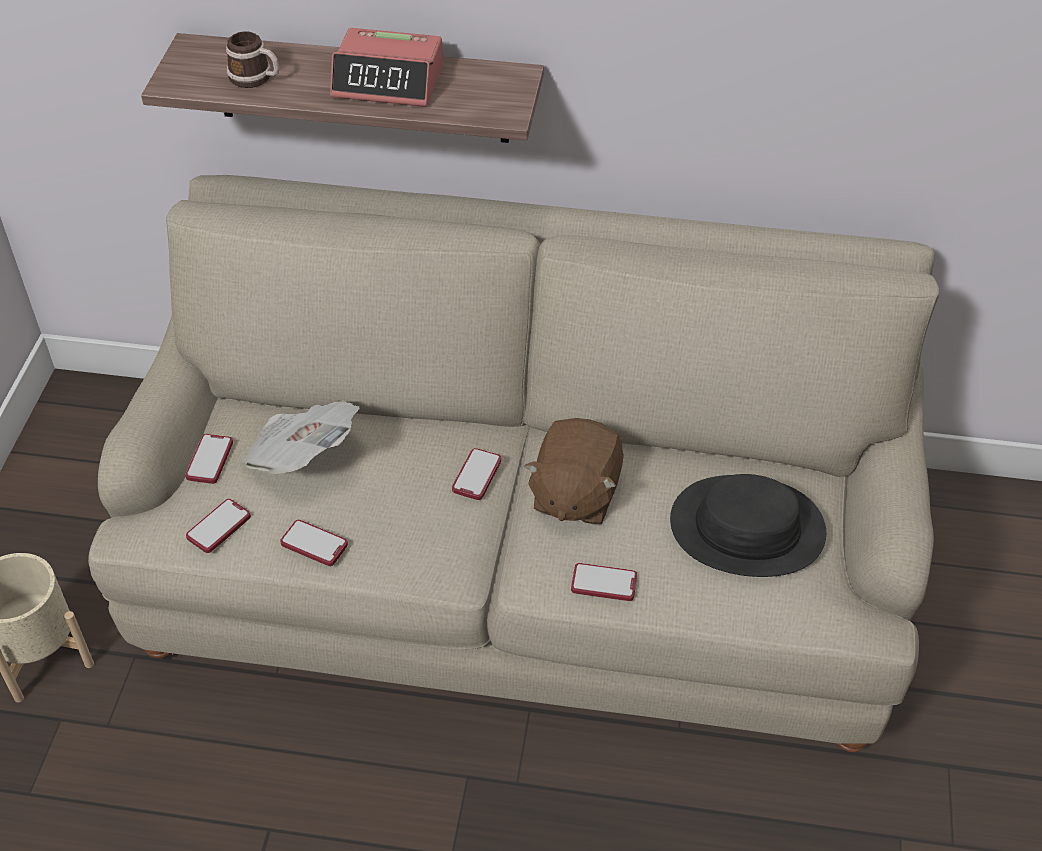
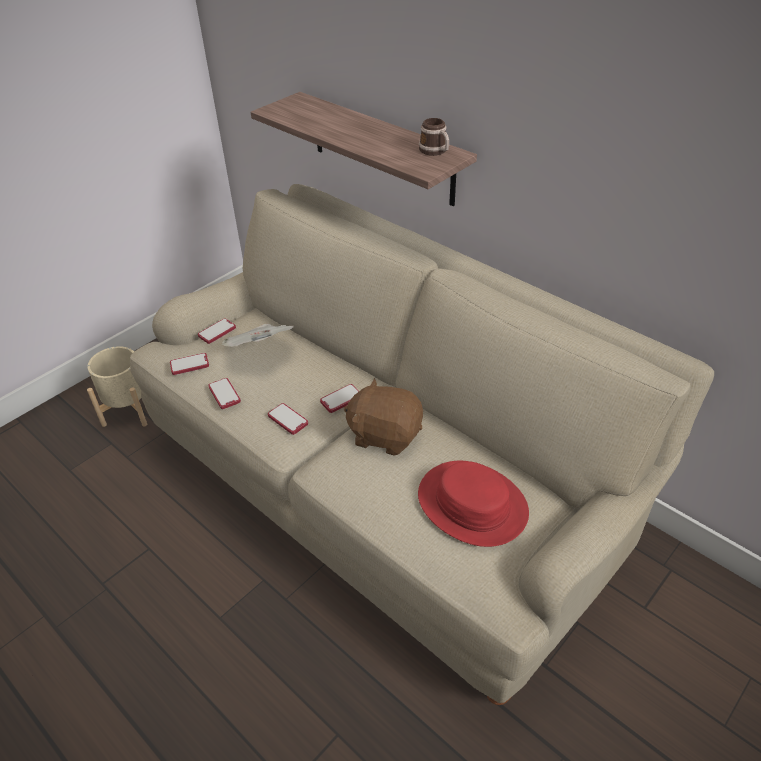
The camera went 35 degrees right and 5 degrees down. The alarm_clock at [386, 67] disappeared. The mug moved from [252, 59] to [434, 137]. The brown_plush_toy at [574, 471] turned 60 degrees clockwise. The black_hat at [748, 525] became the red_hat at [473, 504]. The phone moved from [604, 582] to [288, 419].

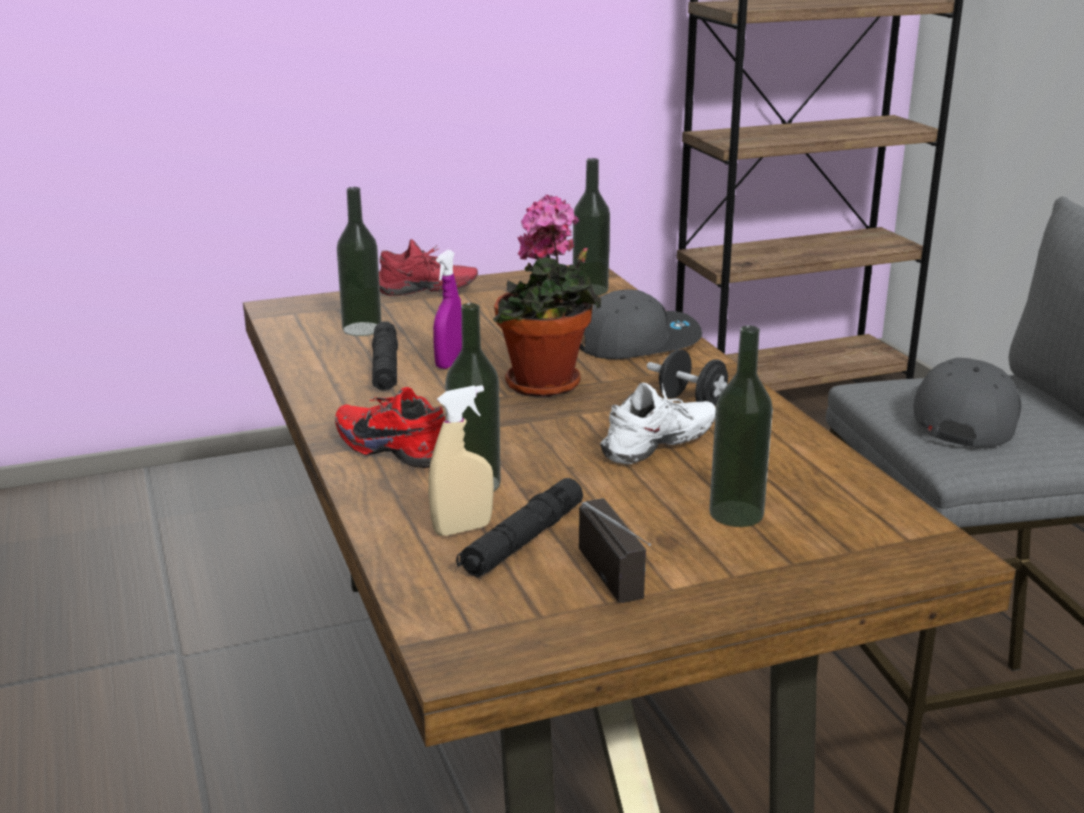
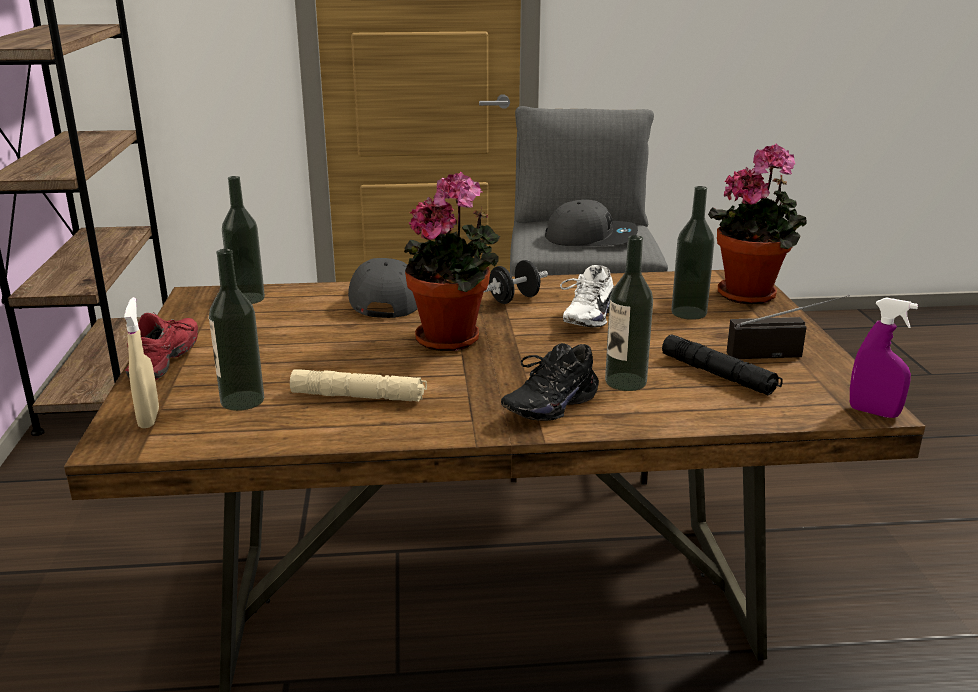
The camera went 75 degrees left and 0 degrees up. The purple_spray_bottle moved from [447, 309] to [884, 358]. The black_flashlight at [385, 355] became the beige_flashlight at [358, 385]. The grey_cap at [967, 402] turned 150 degrees clockwise. The white_shoe at [658, 423] turned 135 degrees counterclockwise. The beige_spray_bottle moved from [461, 460] to [141, 362]. The red_shoe at [390, 427] became the black_shoe at [550, 382]. The potted_plant at [757, 223] appeared.

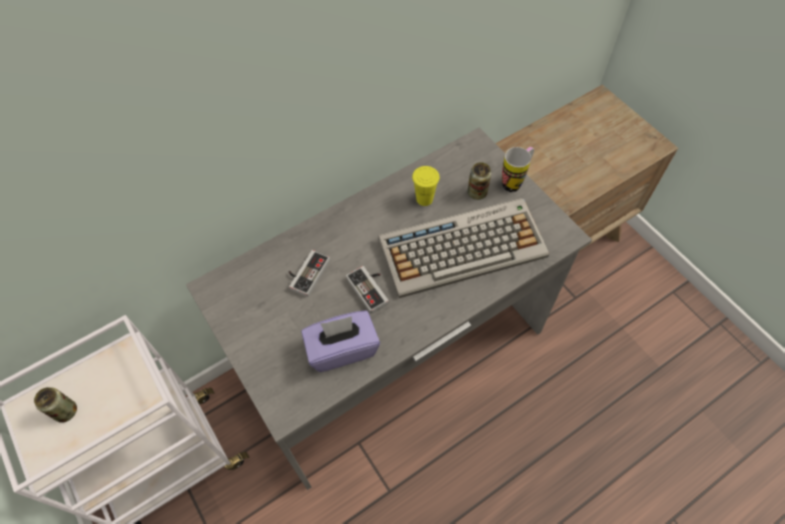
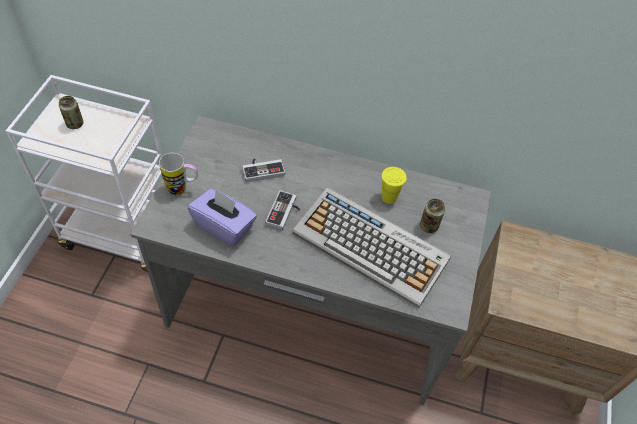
The camera went 45 degrees right and 5 degrees down. The mug moved from [518, 169] to [178, 174].

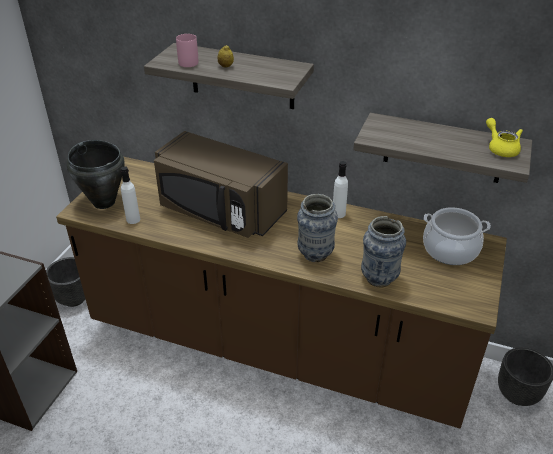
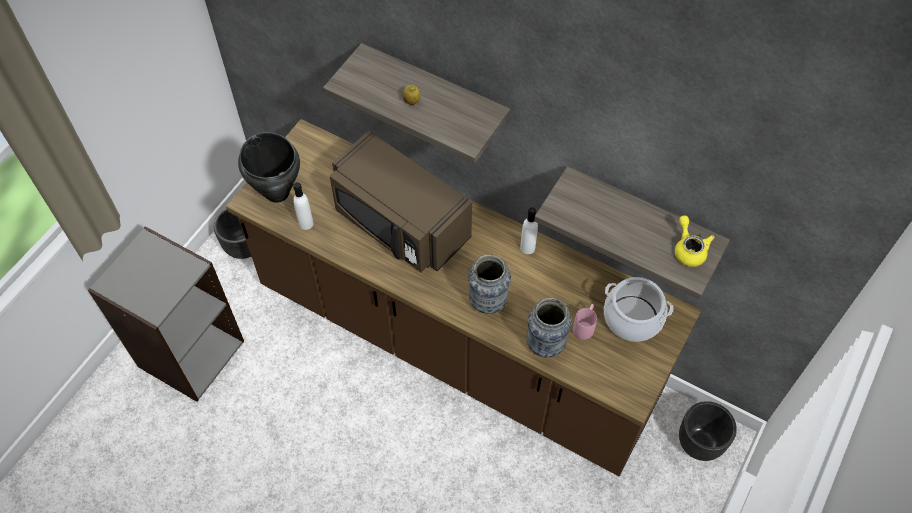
The camera went 10 degrees right and 20 degrees up. The pink_mug moved from [187, 50] to [585, 322].

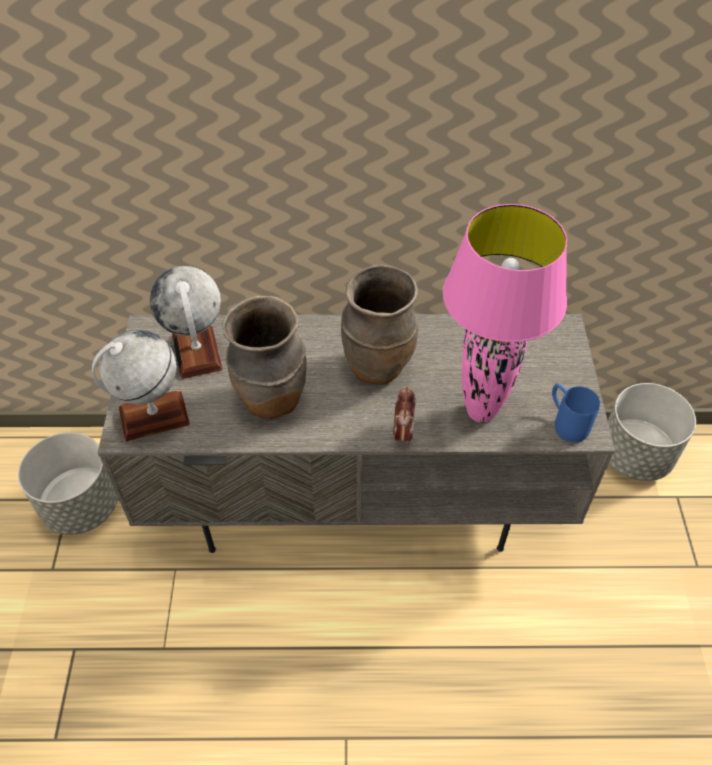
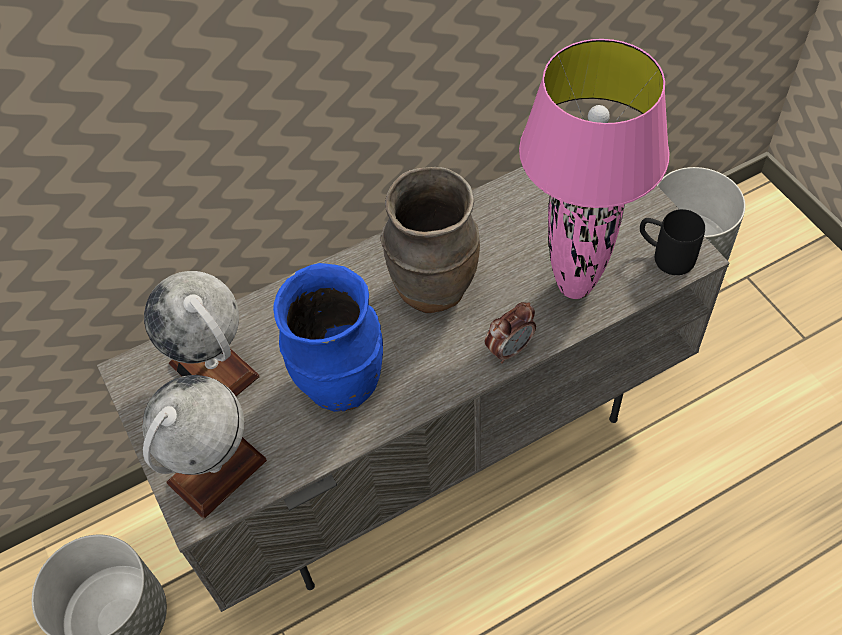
The camera went 25 degrees left and 5 degrees up. The brown_vase at [264, 357] became the blue_vase at [328, 337]. The blue_mug at [576, 413] became the black_mug at [672, 242]. The alarm_clock at [404, 416] turned 75 degrees clockwise.

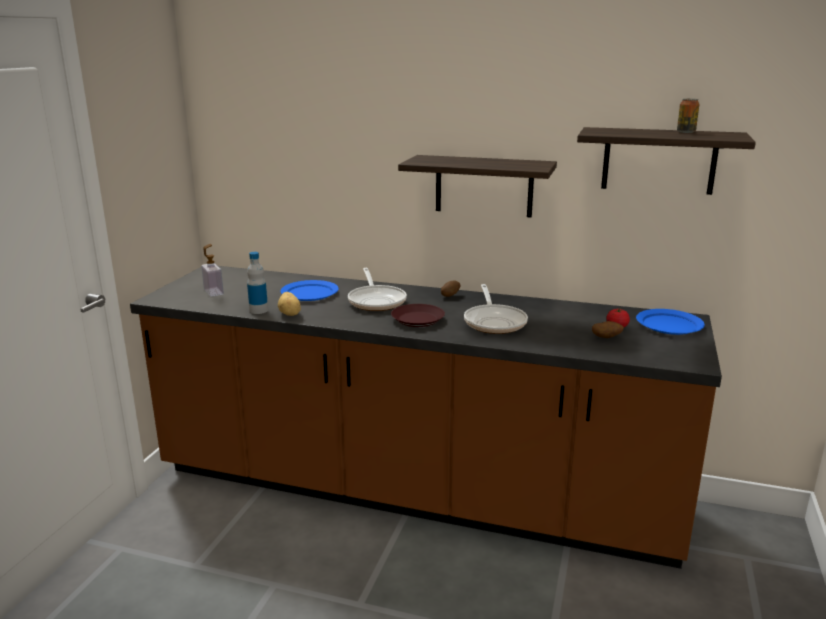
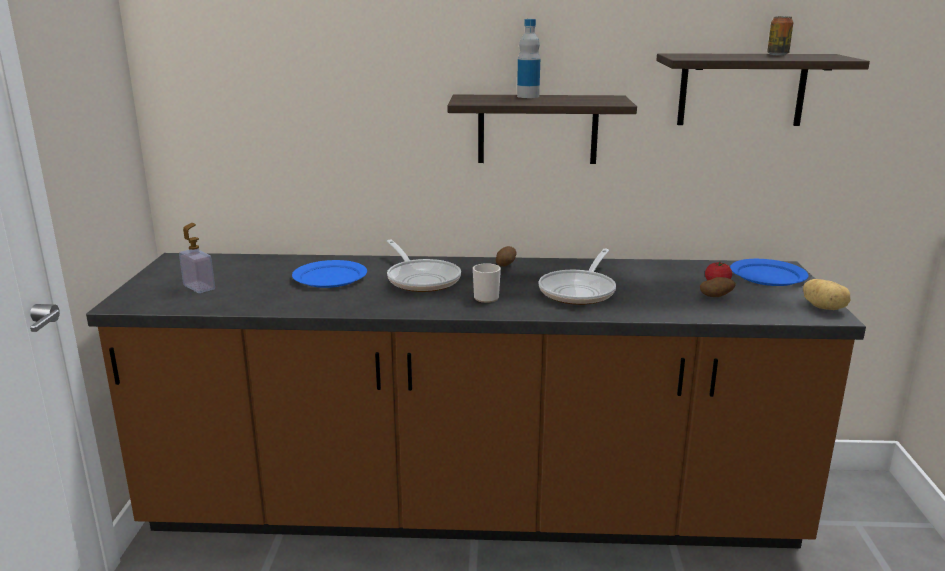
The camera went 15 degrees left and 0 degrees up. The bottle moved from [257, 283] to [528, 58]. The frying_pan at [496, 309] turned 45 degrees clockwise. The potato moved from [289, 304] to [826, 294]. The brown_plate at [418, 315] was replaced by the mug at [487, 283].

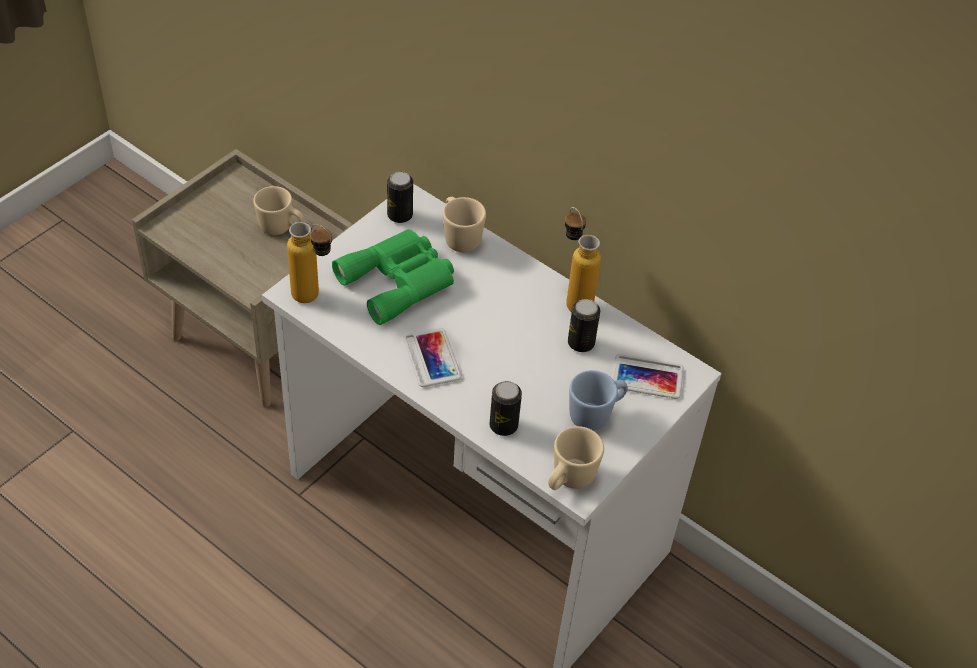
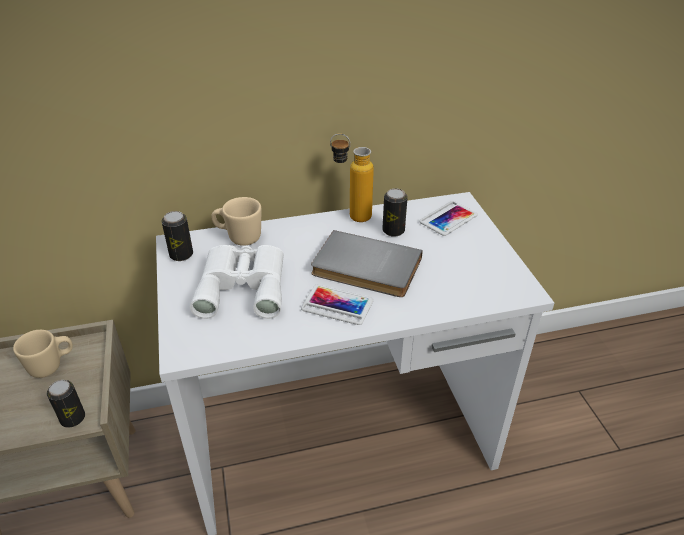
The camera went 50 degrees left and 10 degrees down. The bottle at [309, 262] disappeared. The green_binoculars at [393, 277] became the white_binoculars at [237, 282]. The blue_mug at [598, 400] disappeared. The can moved from [505, 408] to [66, 403]. The beige_mug at [576, 458] disappeared. The grey_book at [367, 263] appeared.

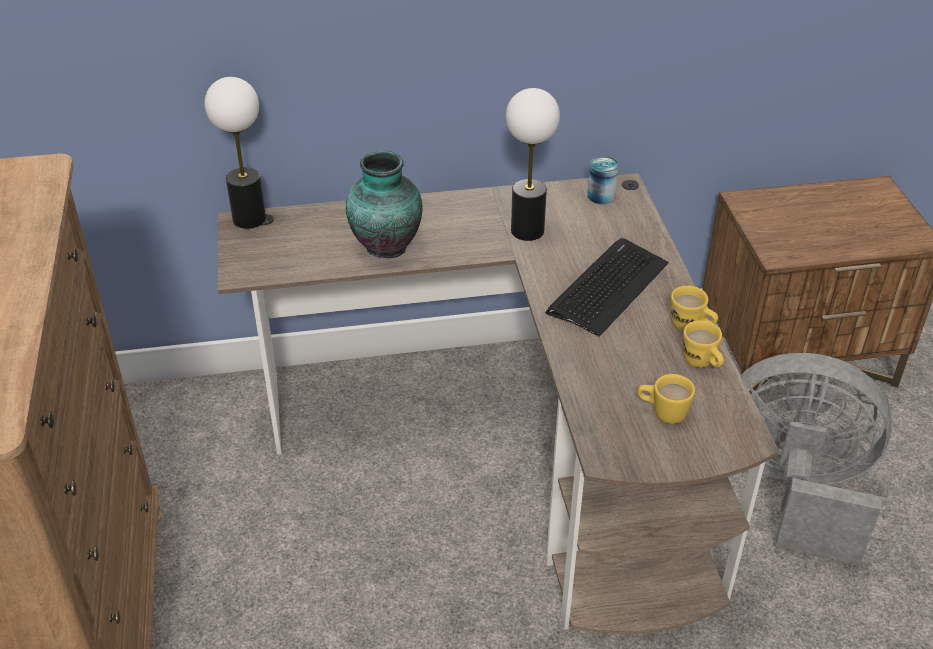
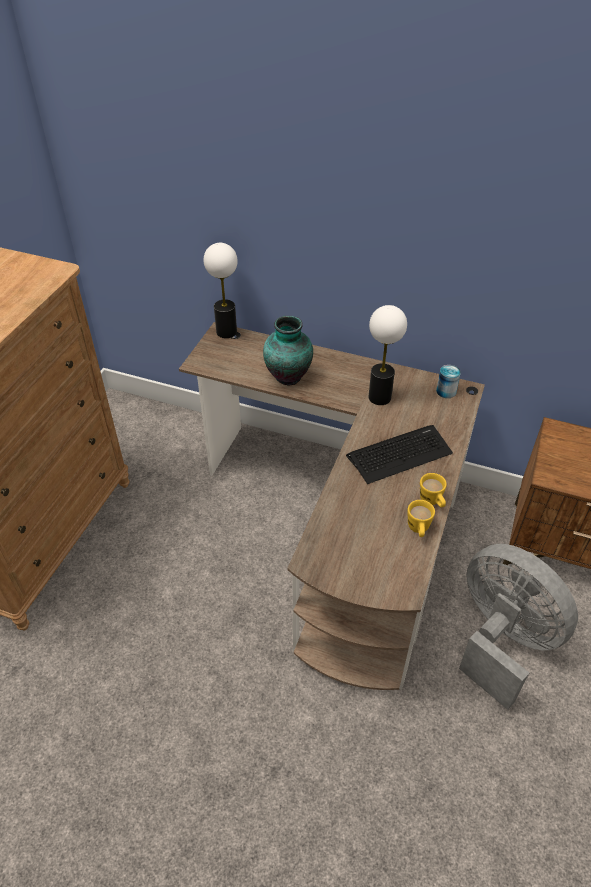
The camera went 30 degrees right and 5 degrees up. The yellow_mug at [666, 399] disappeared.

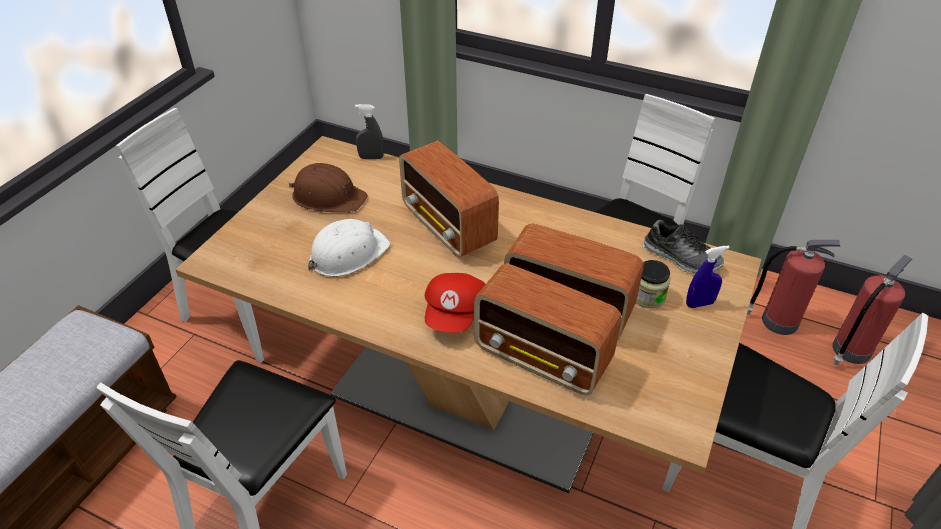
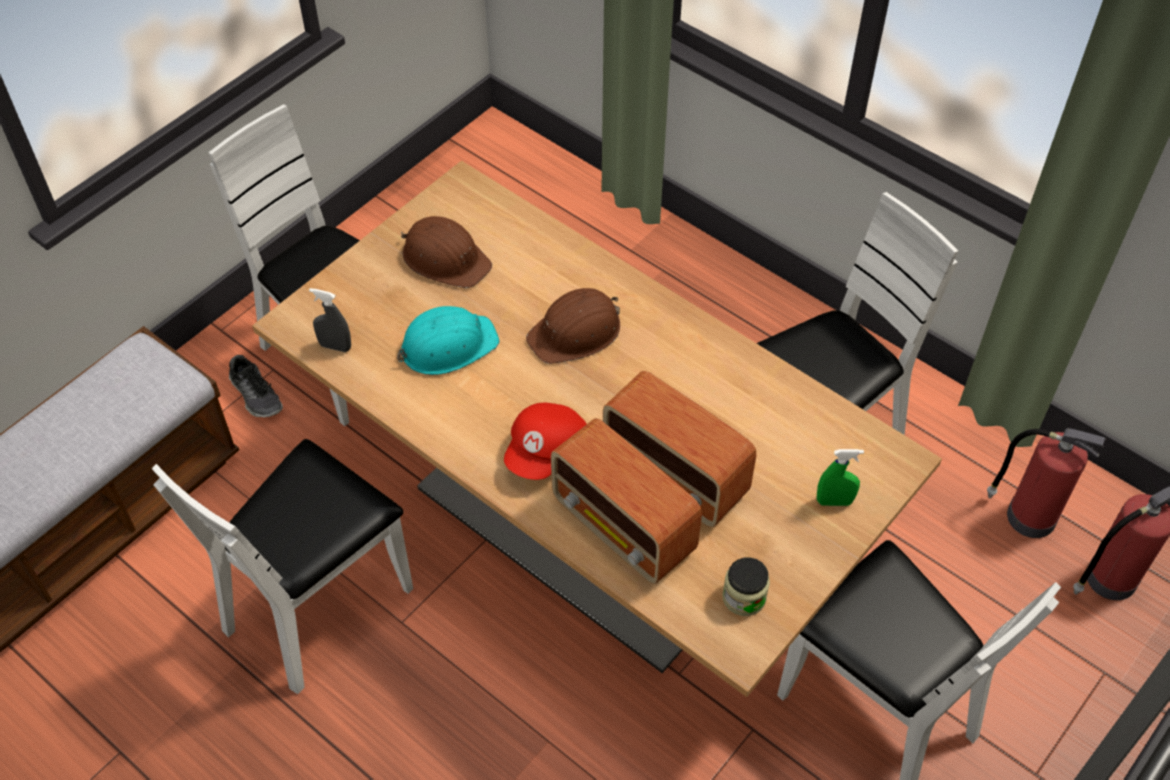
The camera went 15 degrees right and 10 degrees up. The grey_spray_bottle moved from [369, 131] to [330, 320]. The radio at [449, 199] was replaced by the brown_hard_hat at [573, 326]. The white_hard_hat at [349, 248] became the turquoise_hard_hat at [447, 340]. The shoe moved from [683, 247] to [256, 386]. The blue_spray_bottle at [708, 277] became the green_spray_bottle at [840, 477]. The jar moved from [653, 284] to [746, 586].

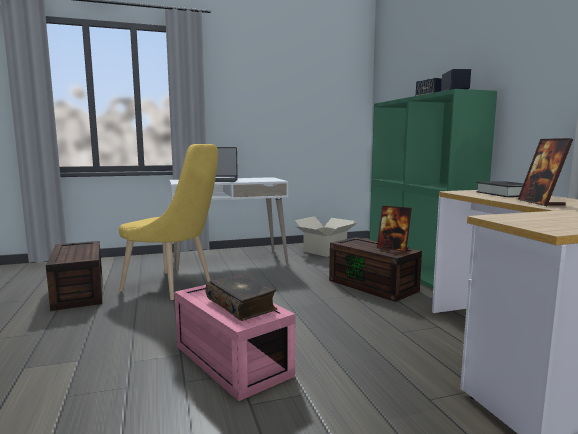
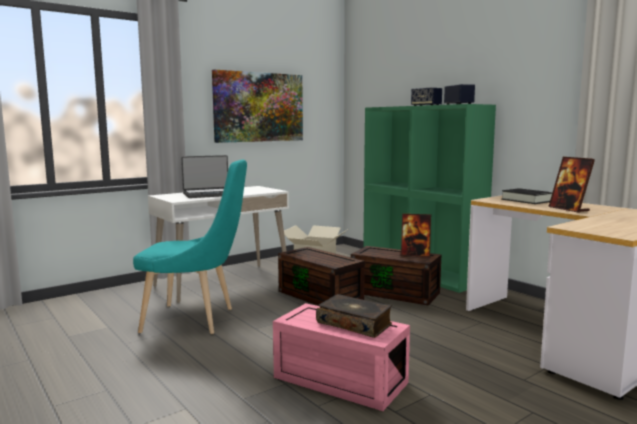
The camera went 20 degrees left and 0 degrees up. The yellow_chair at [168, 222] became the turquoise_chair at [190, 246]. The brown_storage_box moved from [74, 276] to [321, 276]. The picture at [257, 106] appeared.

